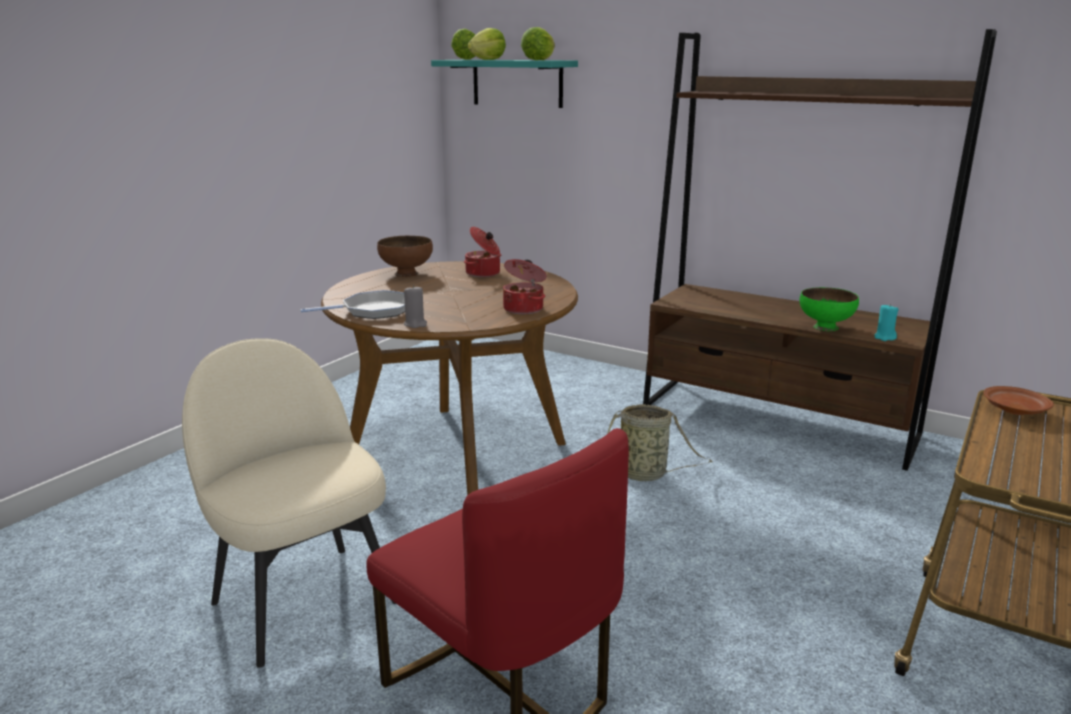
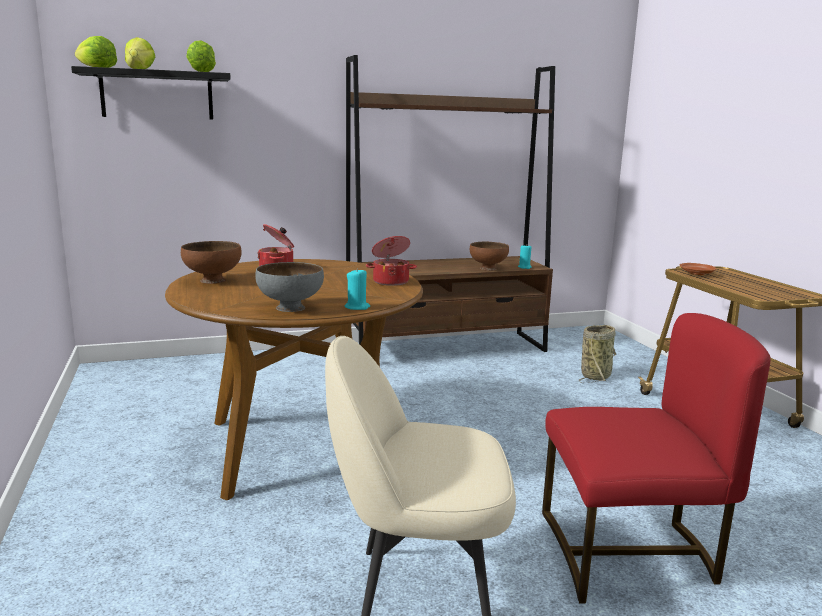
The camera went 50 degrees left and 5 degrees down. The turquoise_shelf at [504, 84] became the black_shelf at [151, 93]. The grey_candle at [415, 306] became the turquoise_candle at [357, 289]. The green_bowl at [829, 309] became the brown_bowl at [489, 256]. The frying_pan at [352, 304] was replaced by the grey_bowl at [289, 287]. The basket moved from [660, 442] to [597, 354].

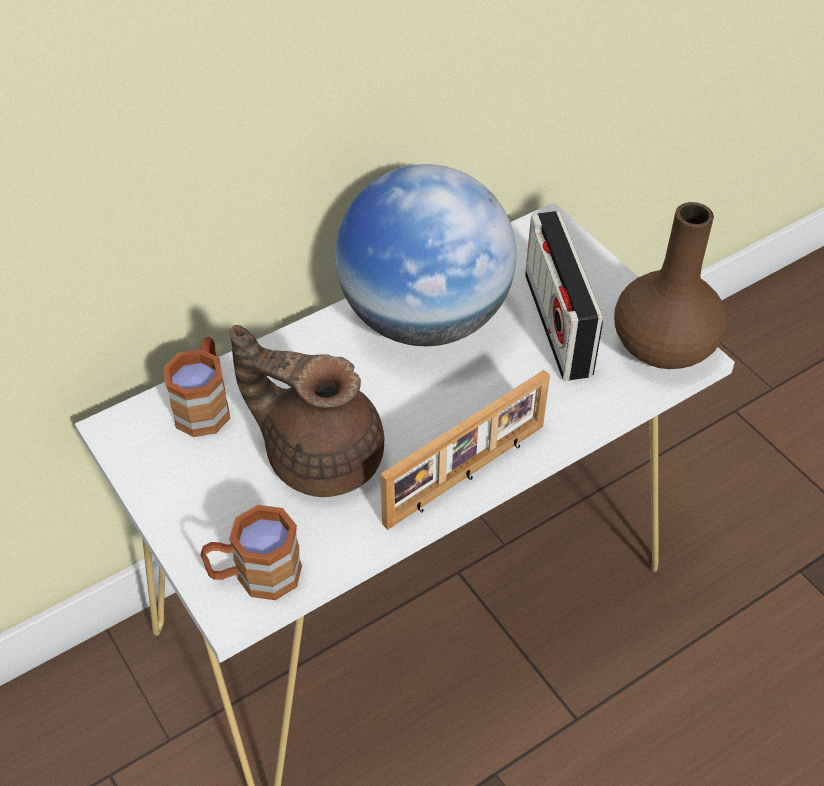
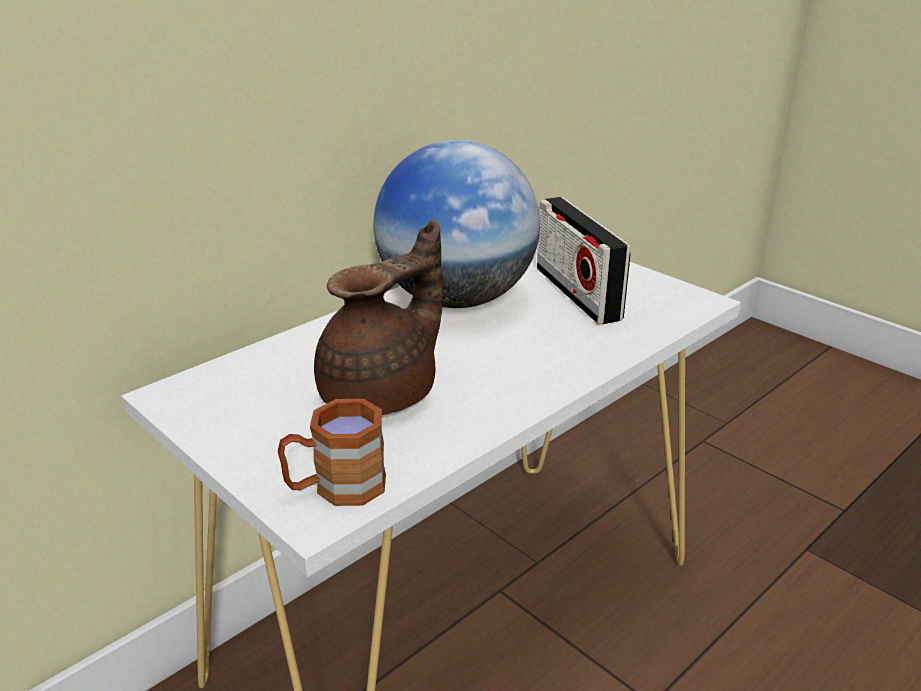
The camera went 10 degrees left and 20 degrees down. The brown_vase at [670, 285] disappeared. The brown_teapot at [307, 411] turned 120 degrees clockwise. The brown_mug at [196, 387] disappeared. The picture_frame at [465, 450] disappeared.

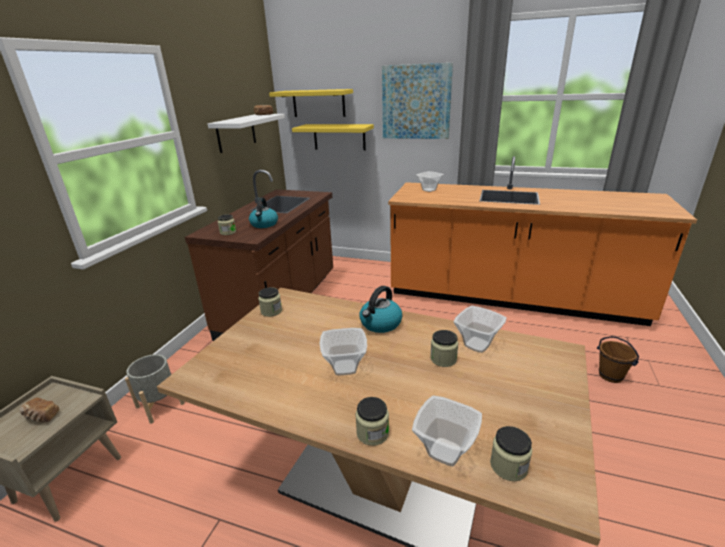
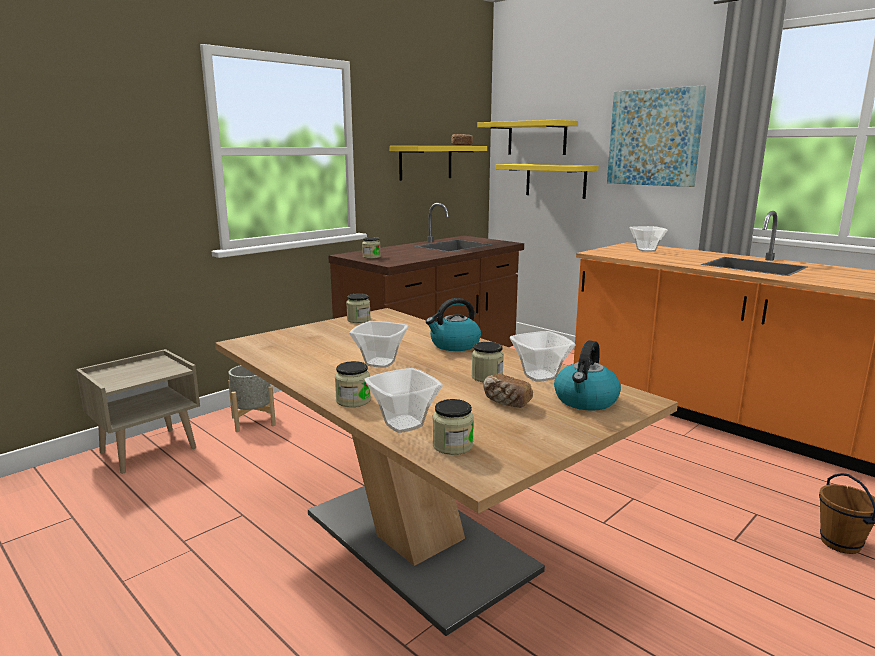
The camera went 25 degrees right and 10 degrees down. The white_shelf at [246, 133] became the yellow_shelf at [438, 163]. The kettle moved from [263, 212] to [587, 375]. The bread moved from [40, 410] to [508, 391].

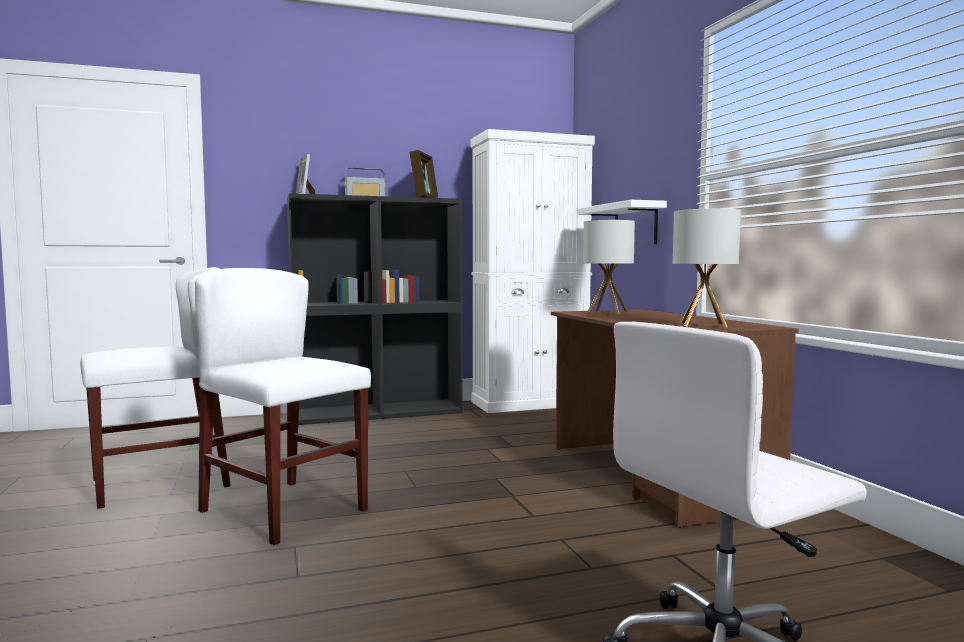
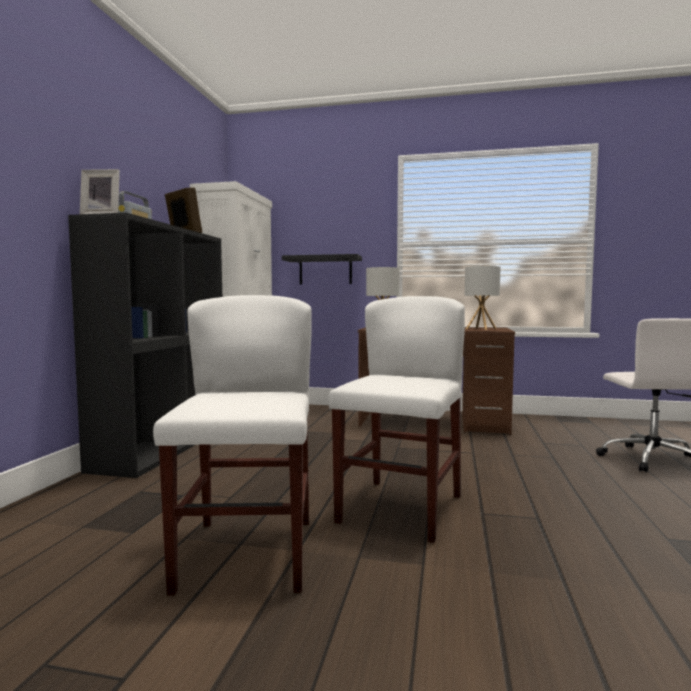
The camera went 60 degrees left and 0 degrees up. The white_shelf at [622, 222] became the black_shelf at [322, 269]. The white_chair at [283, 406] turned 135 degrees clockwise.

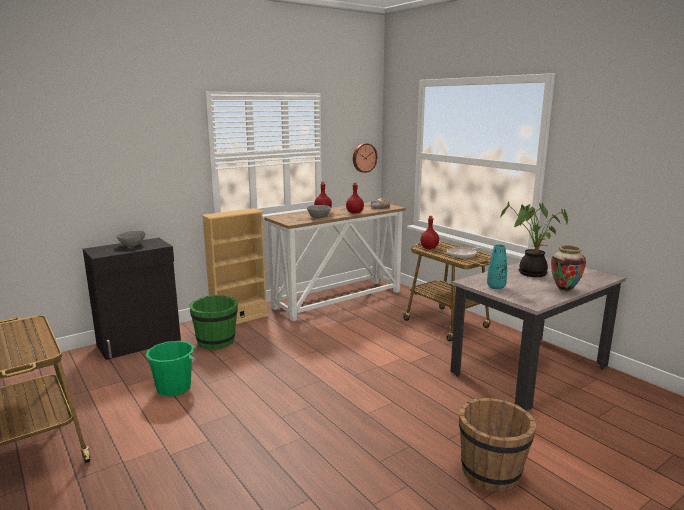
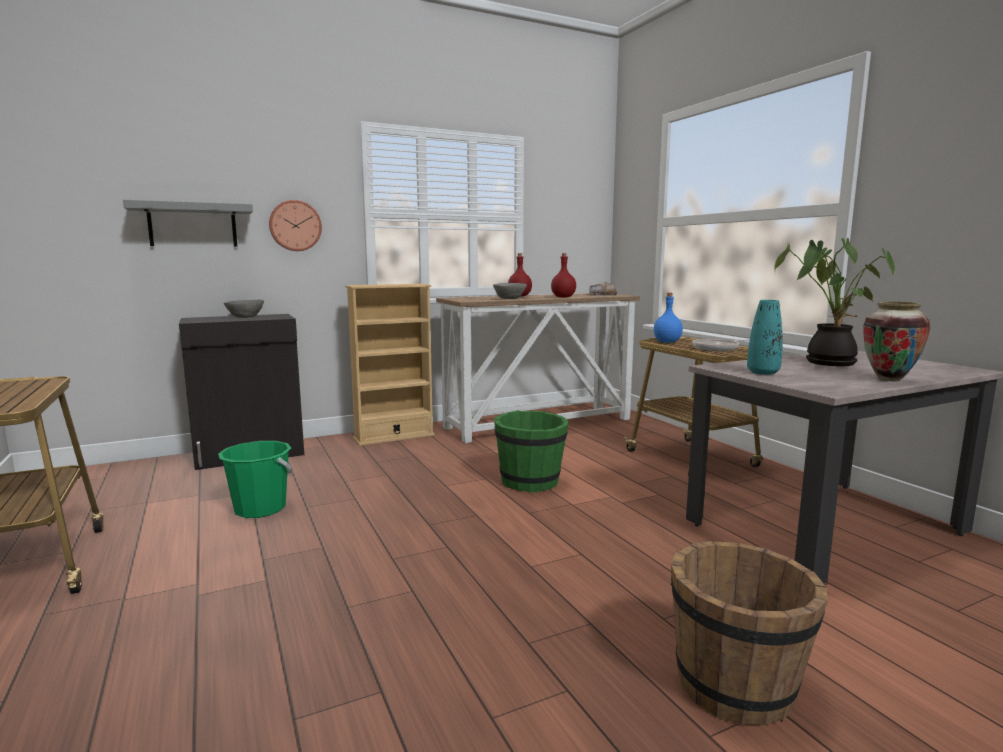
The camera went 10 degrees right and 5 degrees down. The wall_clock moved from [365, 158] to [295, 225]. The red_bottle at [429, 232] became the blue_bottle at [668, 318]. The green_bucket moved from [213, 322] to [531, 451]. The grey_shelf at [188, 223] appeared.

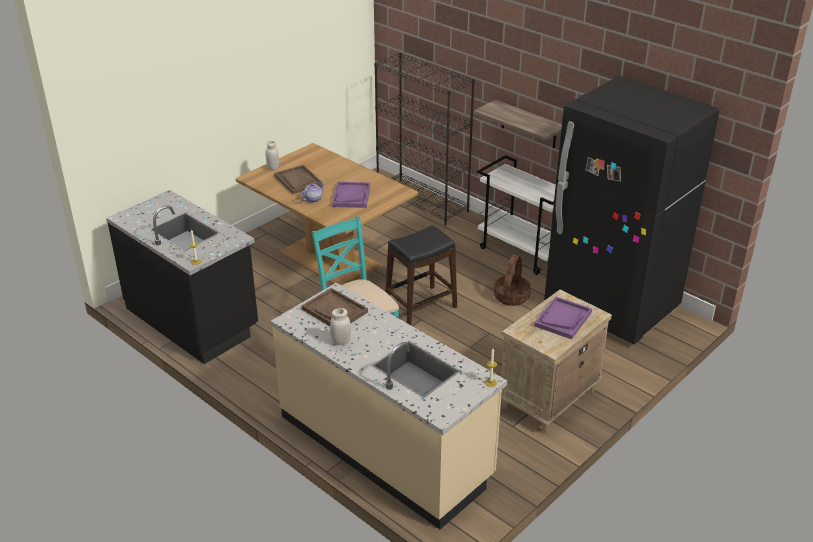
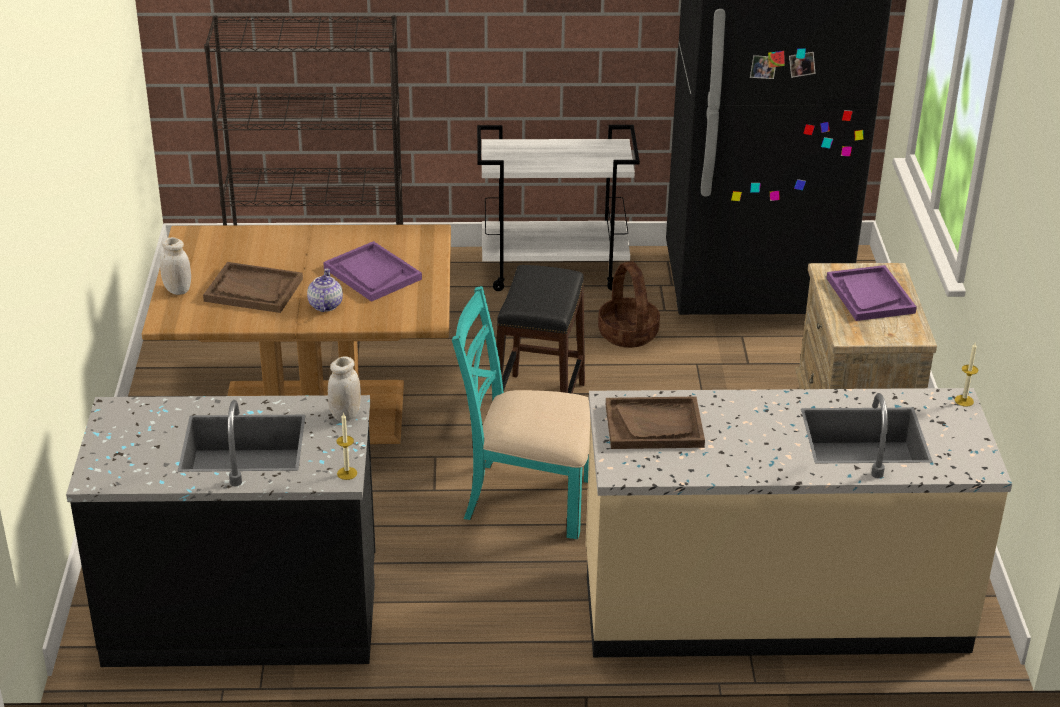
The camera went 45 degrees left and 0 degrees up. The shelf at [518, 124] disappeared. The white_jar moved from [340, 326] to [344, 389].

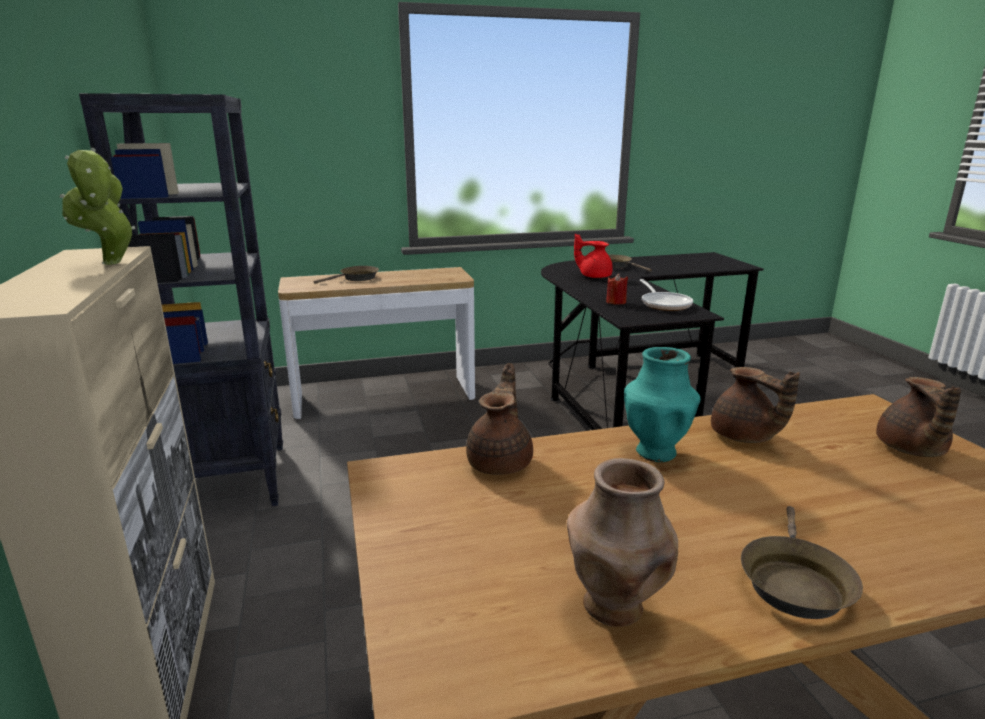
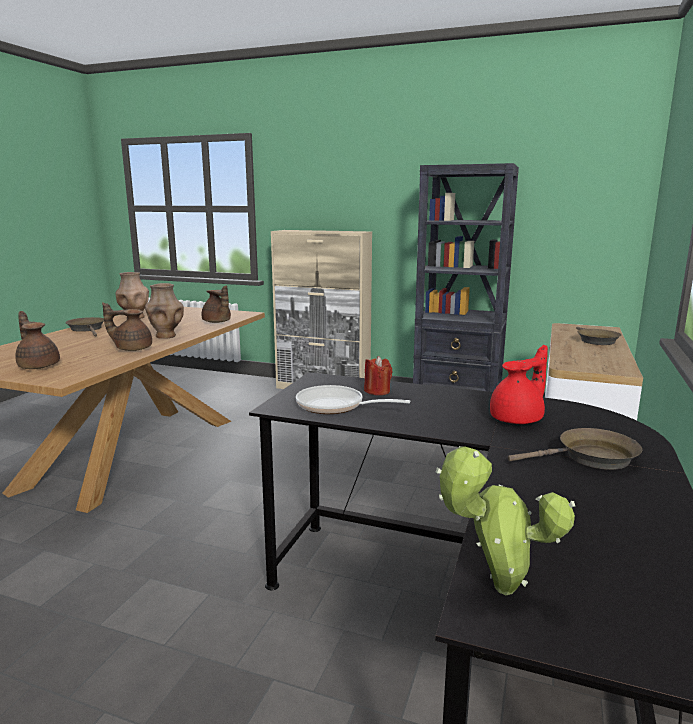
The camera went 125 degrees right and 5 degrees down. The potted_plant moved from [98, 206] to [505, 520]. The turquoise_vase at [662, 404] became the brown_vase at [164, 311].

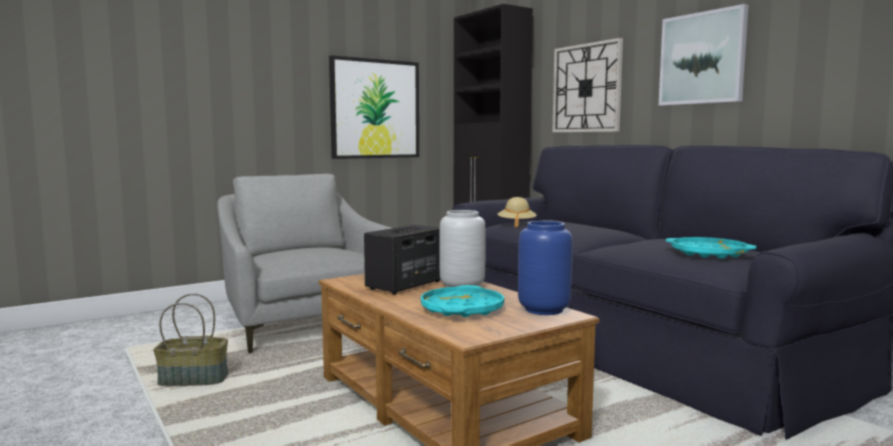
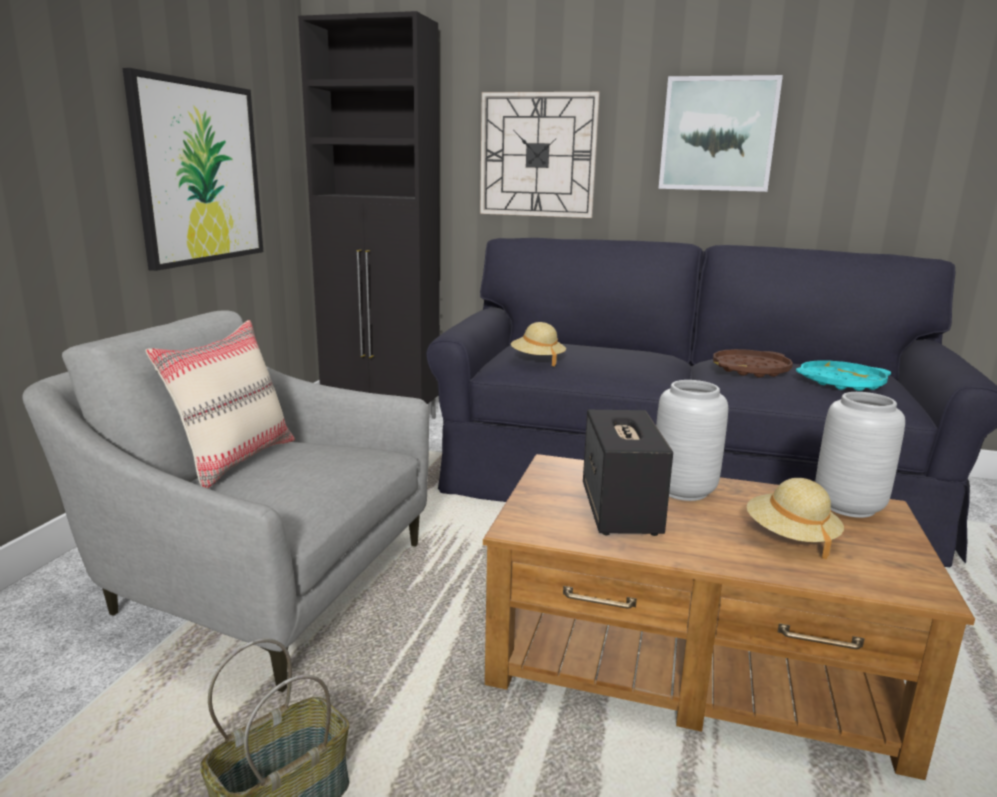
The camera went 40 degrees left and 10 degrees up. The blue_vase at [545, 268] became the grey_vase at [860, 455]. The turquoise_tray at [462, 301] was replaced by the beige_hat at [795, 518]. The beige_pillow at [220, 404] appeared. The brown_tray at [753, 363] appeared.

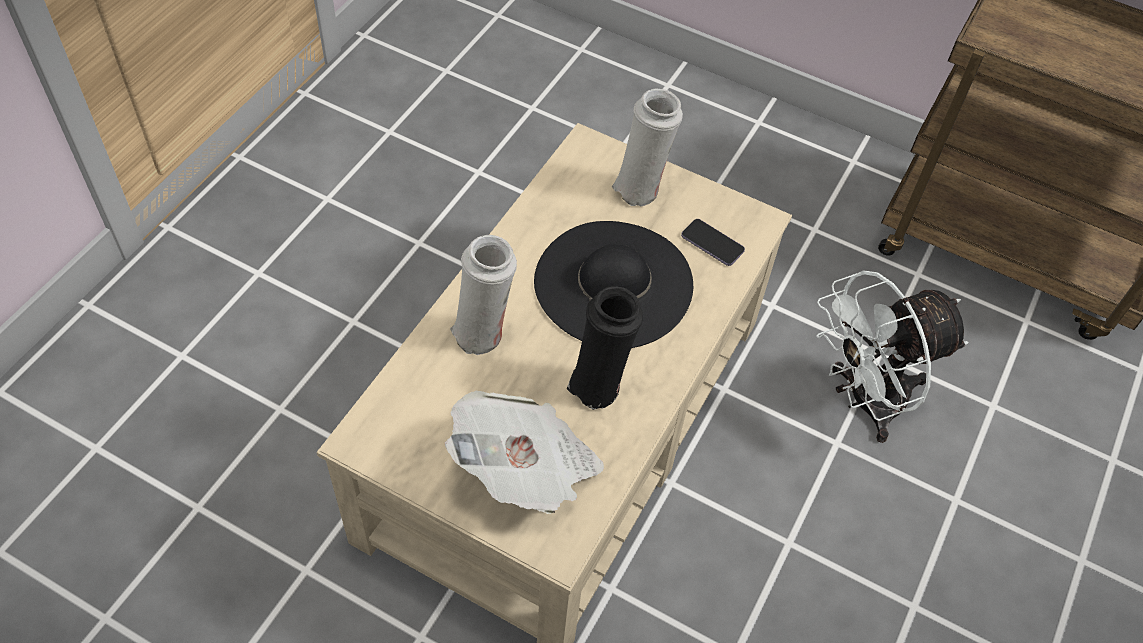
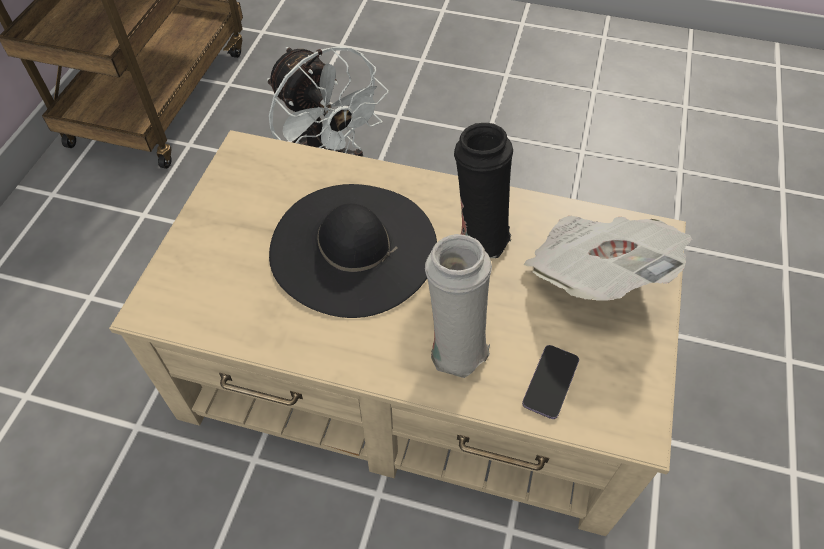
The camera went 100 degrees left and 0 degrees up. The white_vase at [647, 148] disappeared. The phone moved from [713, 242] to [550, 382].

